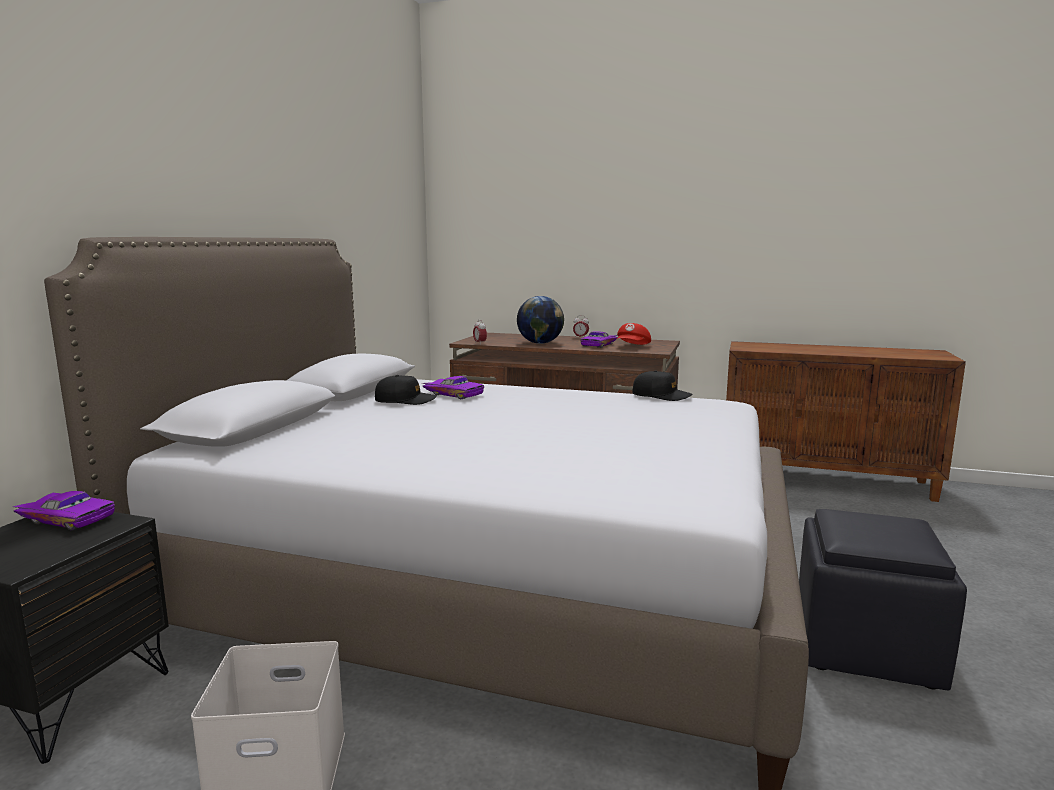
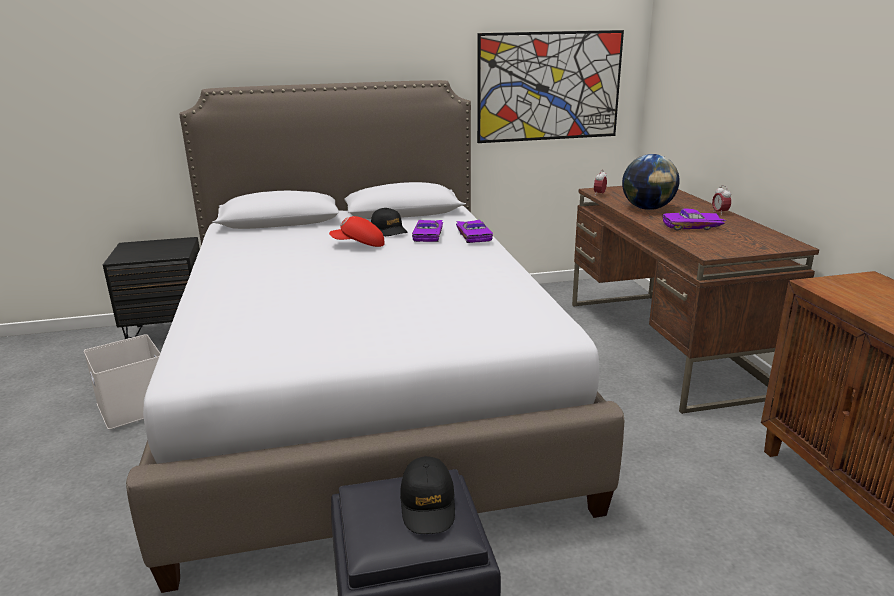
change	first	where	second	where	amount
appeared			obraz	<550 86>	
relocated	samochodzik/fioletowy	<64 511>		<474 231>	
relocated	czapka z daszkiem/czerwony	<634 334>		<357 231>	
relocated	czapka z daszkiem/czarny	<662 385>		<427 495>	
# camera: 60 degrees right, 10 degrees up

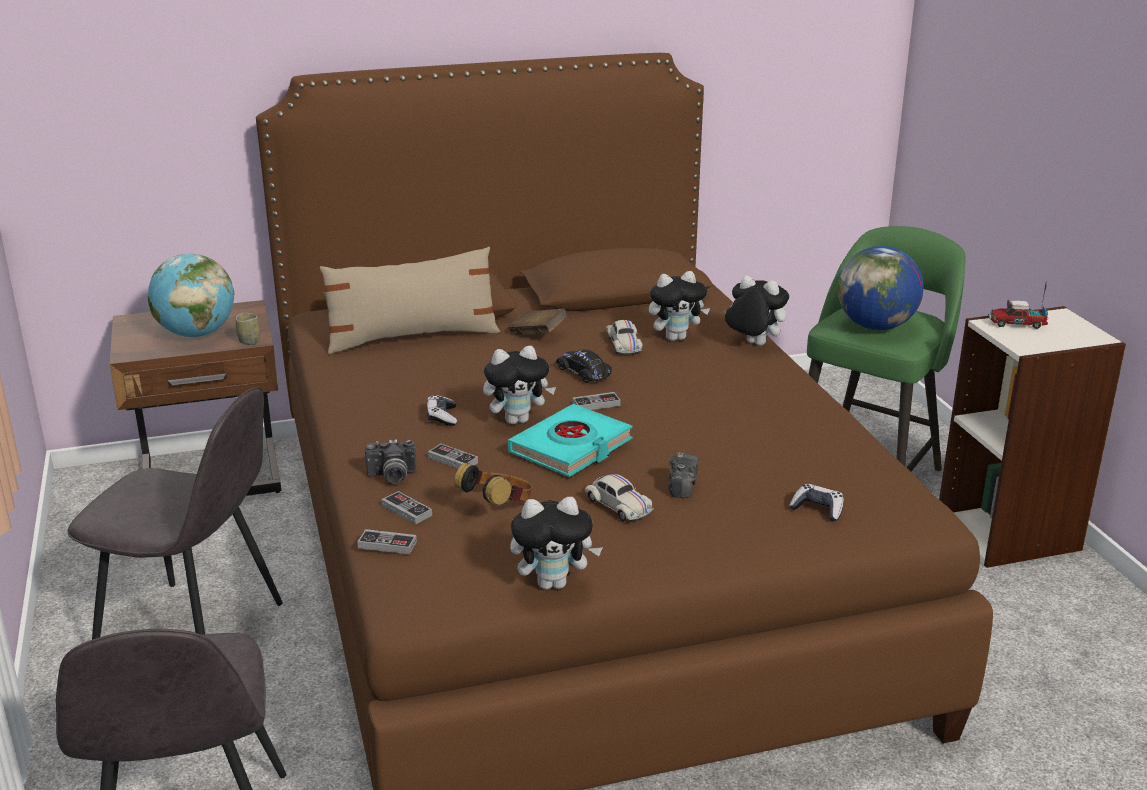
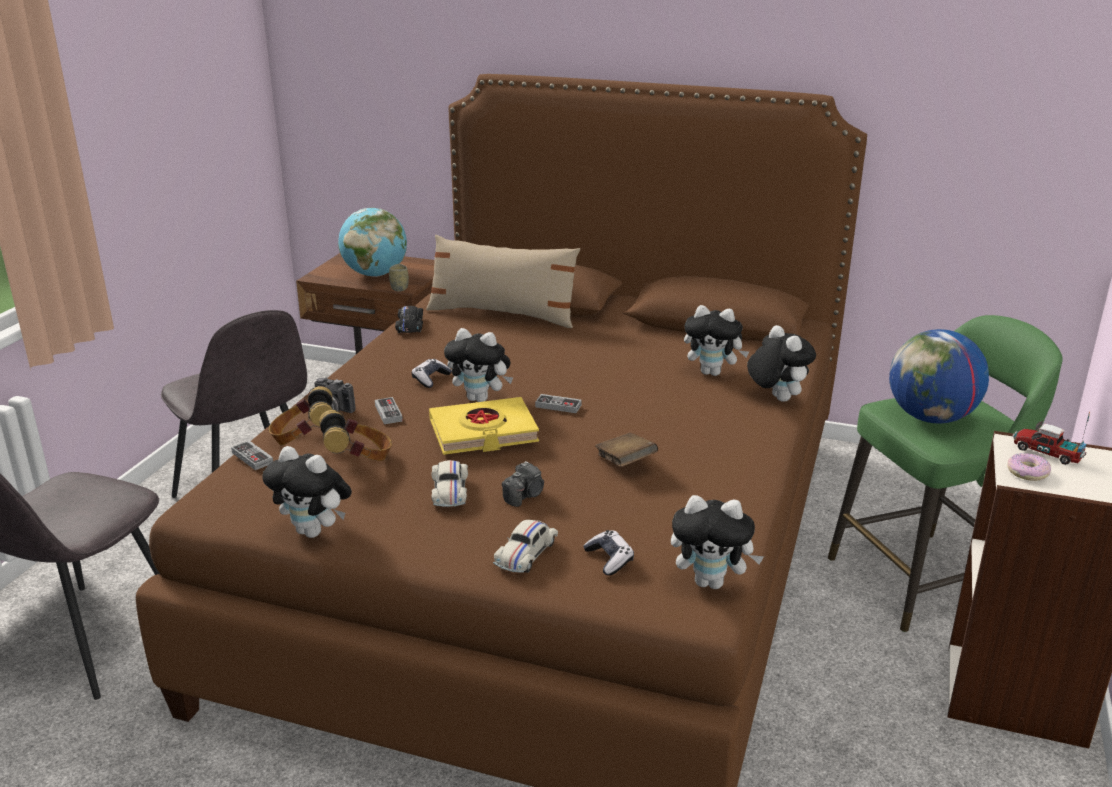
change	first	where	second	where	amount
appeared			pluszak	<717 542>	
appeared			donut	<1029 467>	
relocated	książka/brązowy	<537 322>		<626 450>	
relocated	samochodzik/czarny	<584 366>		<409 319>	
relocated	samochodzik/biały	<624 337>		<525 546>	
exchanged	pad do gier	<406 507>	słuchawki	<301 415>	
colour	książka/turkusowy	<570 440>	książka/żółty	<484 426>	
# camera: 35 degrees right, 0 degrees up

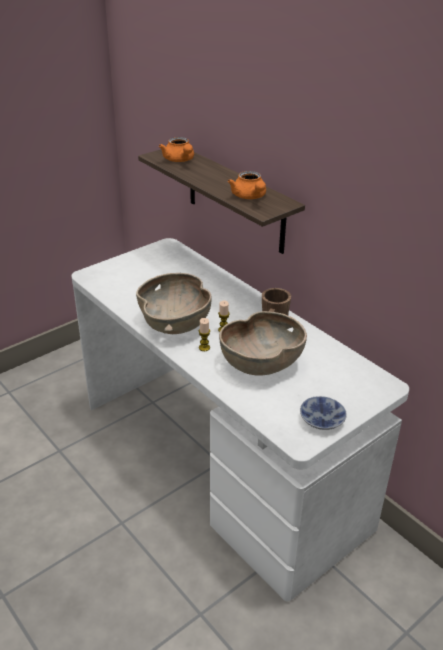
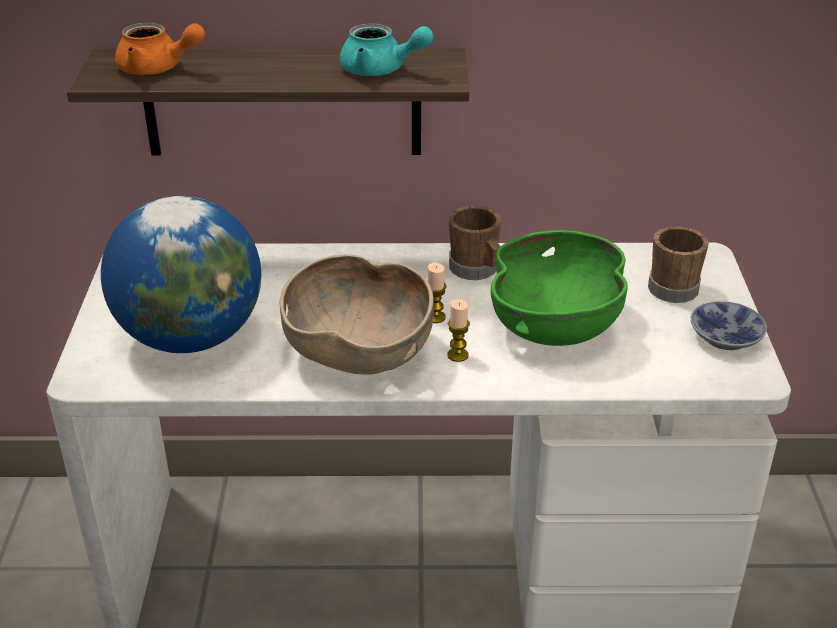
change	first	where	second	where	amount
appeared			globus	<181 274>	
appeared			kubek/brązowy	<678 264>	
colour	miska/brązowy	<263 343>	miska/zielony	<559 288>	
colour	imbryk/pomarańczowy	<247 185>	imbryk/turkusowy	<387 49>	
# camera: 50 degrees left, 0 degrees up

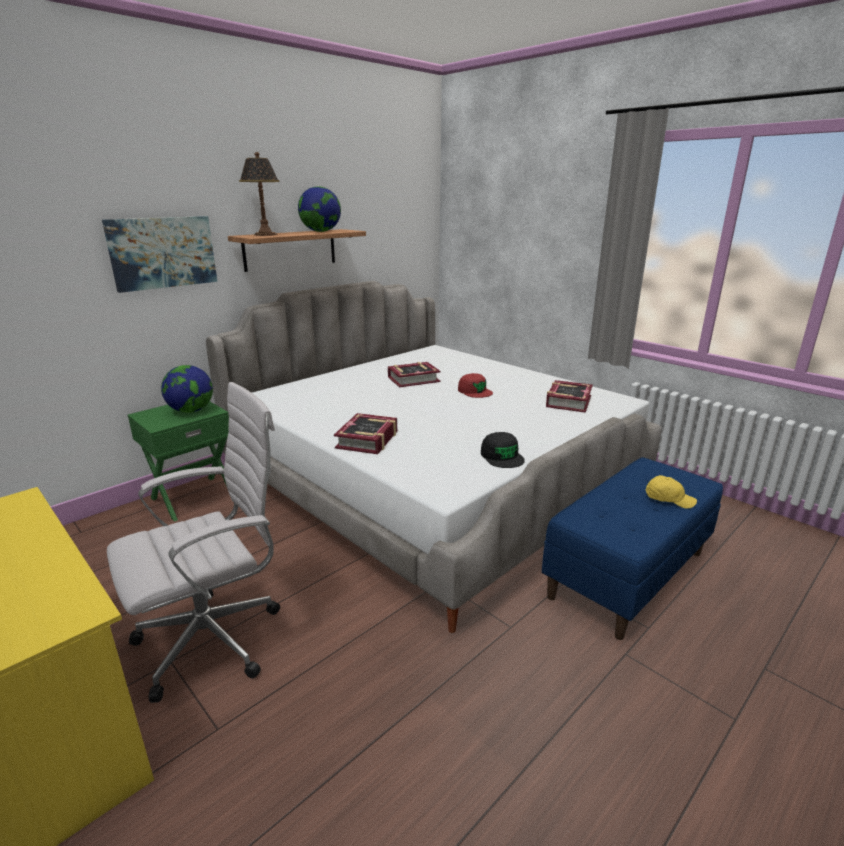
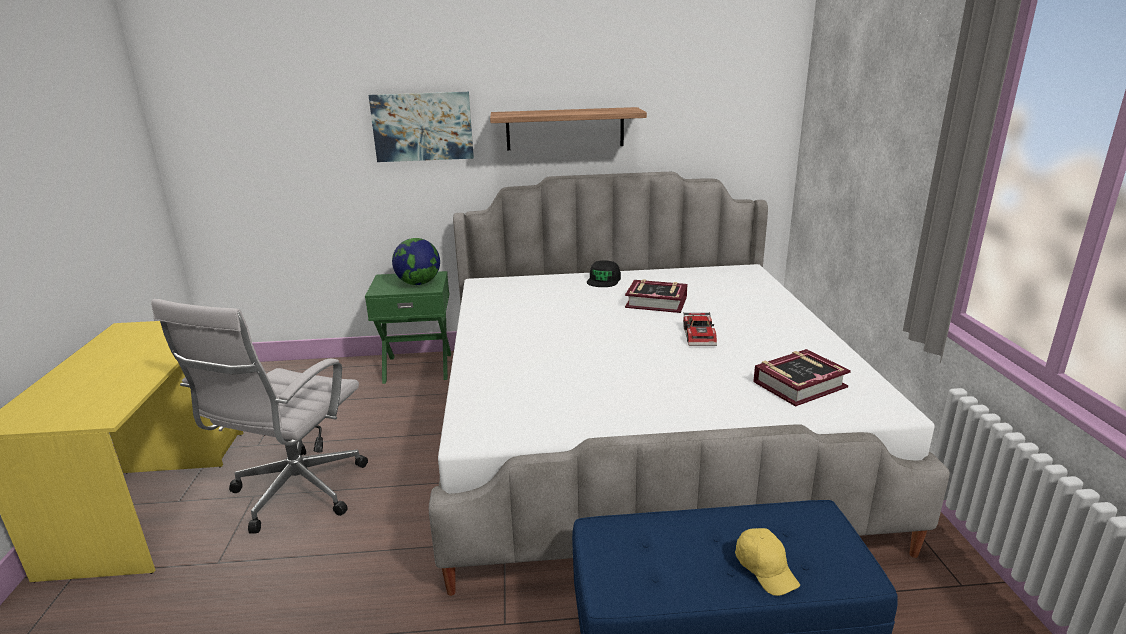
change	first	where	second	where	amount
missing	lampa stołowa	<259 194>			
missing	globus	<319 209>			
missing	książka	<365 433>			
relocated	czapka z daszkiem/czarny	<503 450>		<604 273>	
exchanged	czapka z daszkiem/czerwony	<475 385>	samochodzik	<700 329>	
spun	krzesło biurowe/biały	<193 542>		<259 416>	105 degrees clockwise
# camera: 40 degrees right, 0 degrees up

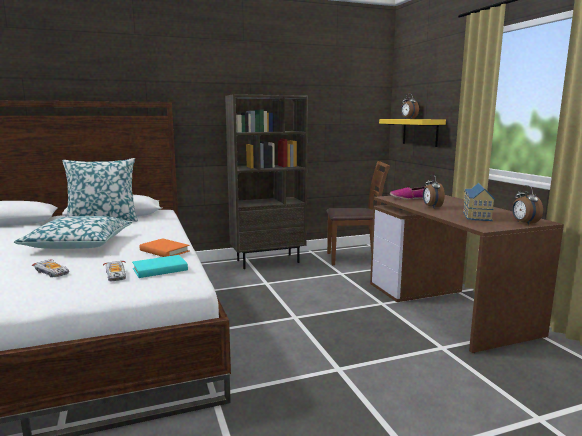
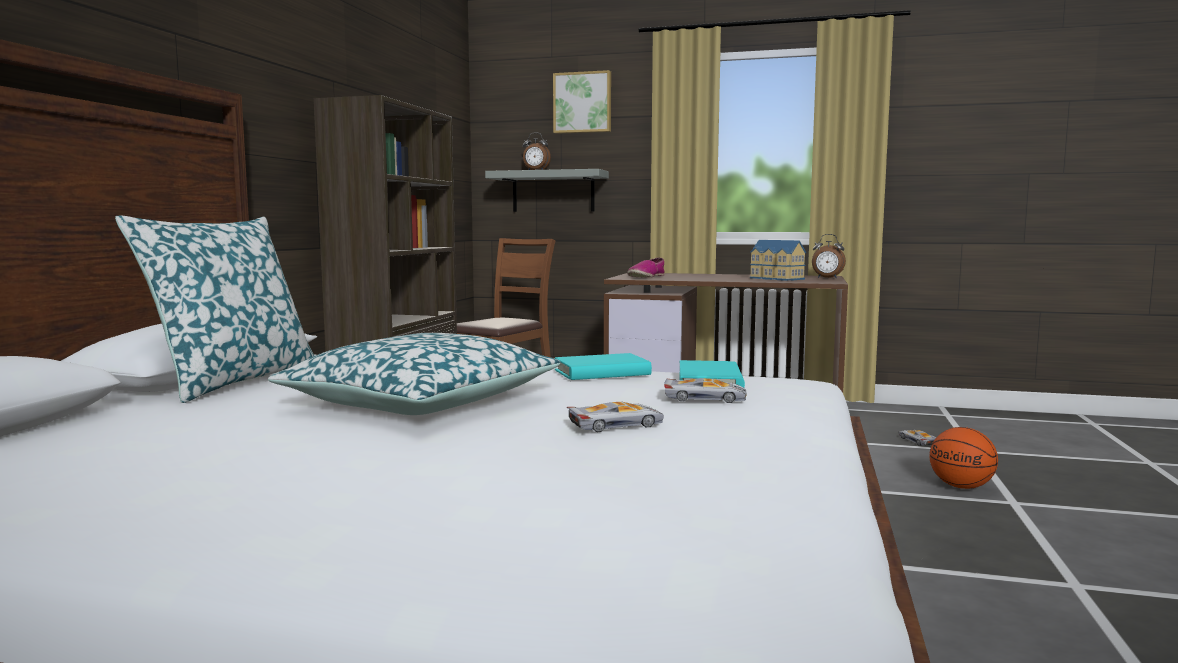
change	first	where	second	where	amount
missing	budzik	<434 191>			
appeared			obraz	<582 102>	
appeared			samochodzik	<917 438>	
appeared			piłka do koszykówki	<963 458>	
colour	książka/pomarańczowy	<164 247>	książka/turkusowy	<603 366>	
colour	półka/żółty	<412 133>	półka/szary	<547 190>	
# camera: 55 degrees left, 5 degrees down

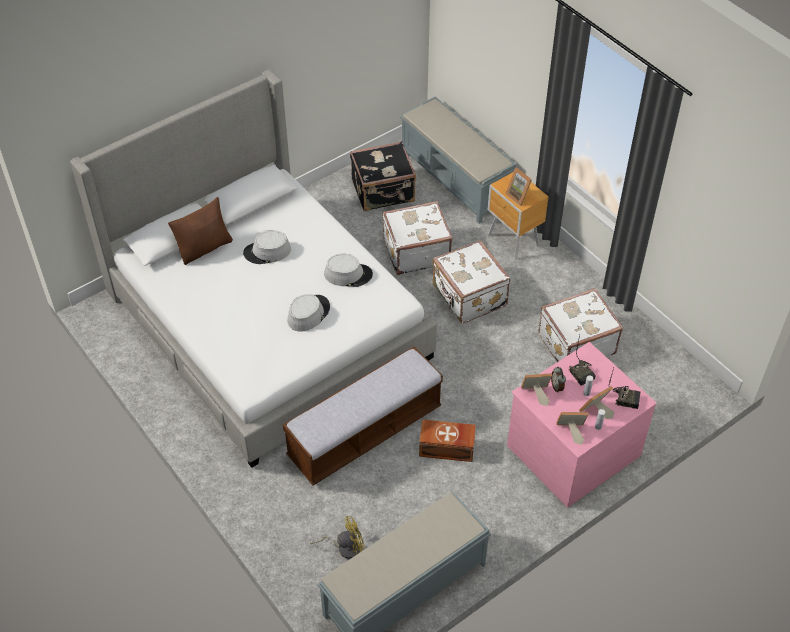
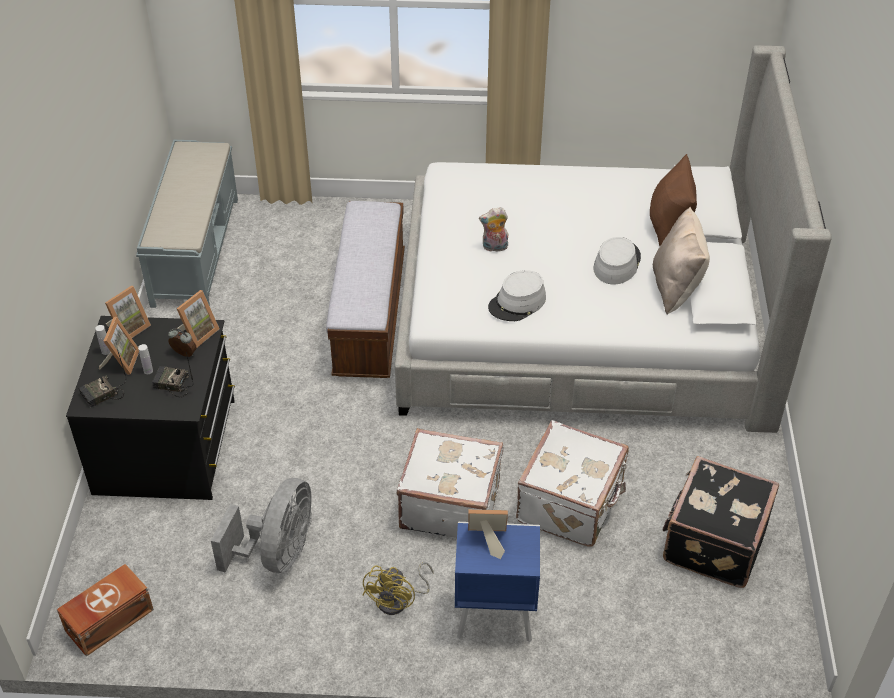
change	first	where	second	where	amount
missing	ławka/szary	<458 160>			
appeared			poduszka/beżowy	<681 260>	
relocated	wentylator/żółty	<337 537>		<398 588>	
relocated	pojemnik do przechowywania/brązowy	<447 440>		<105 610>	
exchanged	kapelusz/szary	<308 313>	pluszak	<493 229>	
exchanged	walizka/biały	<581 325>	wentylator/szary	<261 525>	
colour	szafka nocna/brązowy	<518 215>	szafka nocna/niebieski	<497 582>	
colour	komoda/różowy	<582 424>	komoda/czarny	<150 408>	
# camera: 130 degrees right, 5 degrees down

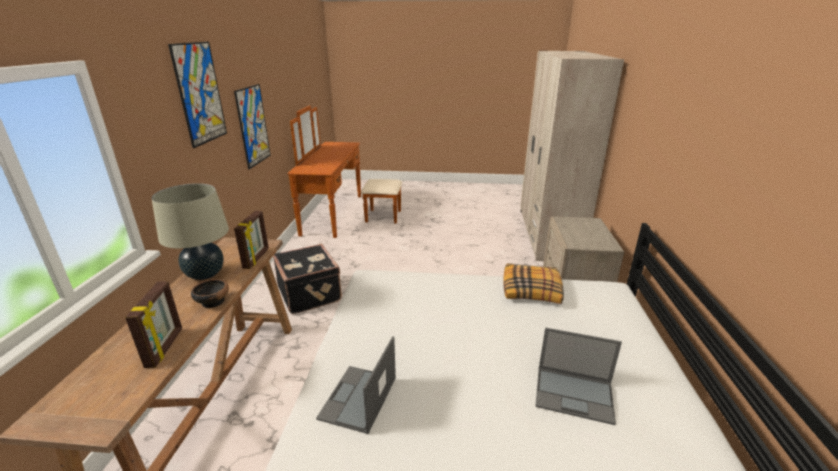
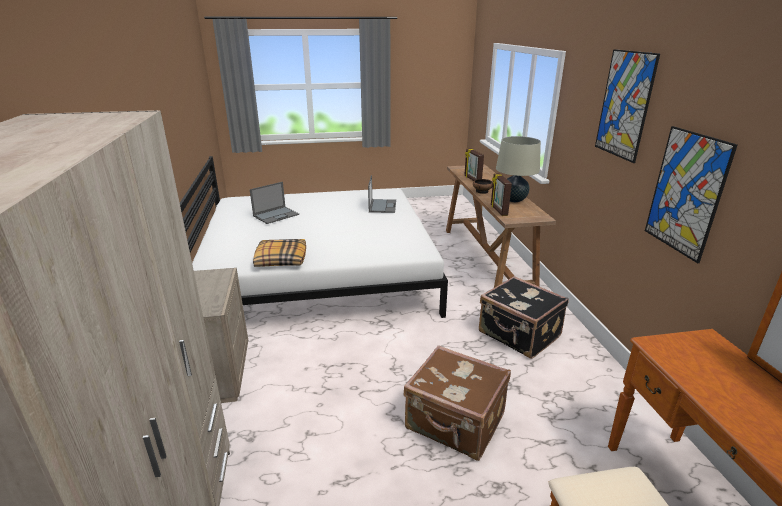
change	first	where	second	where	amount
appeared			walizka/brązowy	<457 403>	
spun	laptop	<578 376>		<274 203>	135 degrees clockwise
# camera: 165 degrees right, 0 degrees up

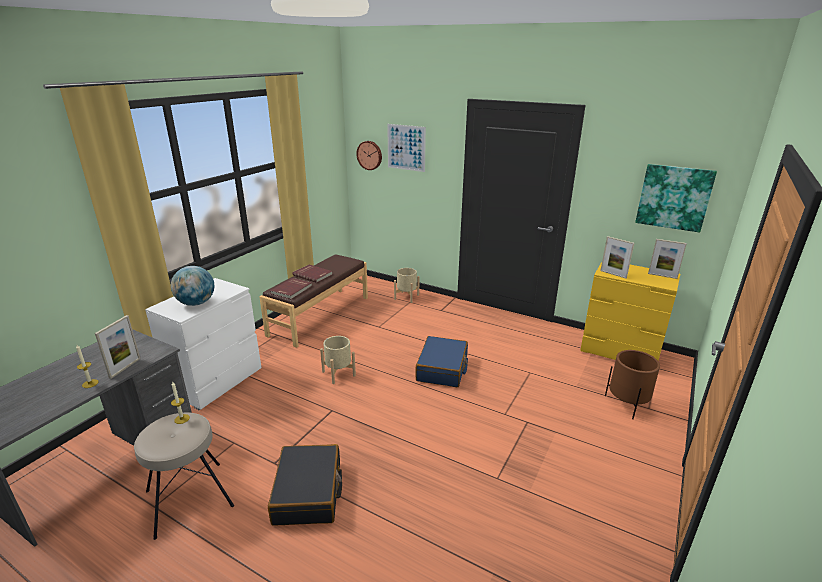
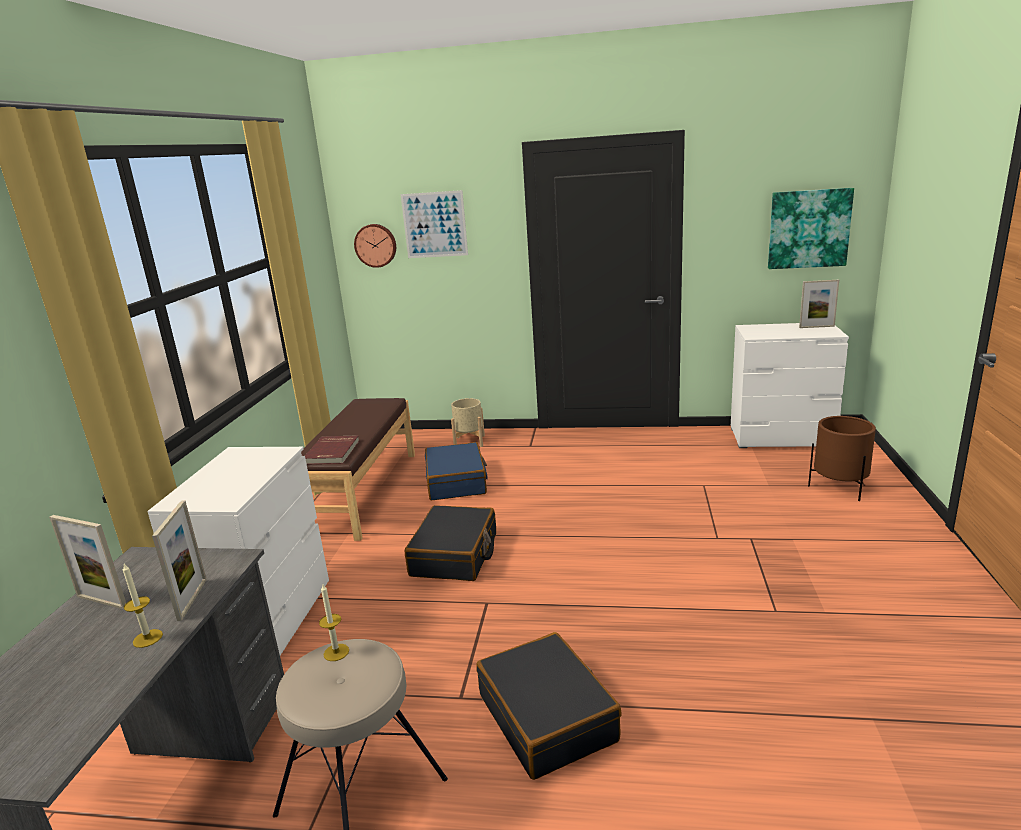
change	first	where	second	where	amount
missing	globus	<192 286>			
missing	książka/czerwony	<313 274>			
relocated	walizka/niebieski	<442 361>		<456 471>	
relocated	ramka na zdjęcie	<617 257>		<87 562>	
exchanged	donica/beżowy	<338 360>	walizka/czarny	<450 543>	
colour	komoda/żółty	<630 311>	komoda/biały	<790 385>	
# camera: 20 degrees left, 5 degrees down

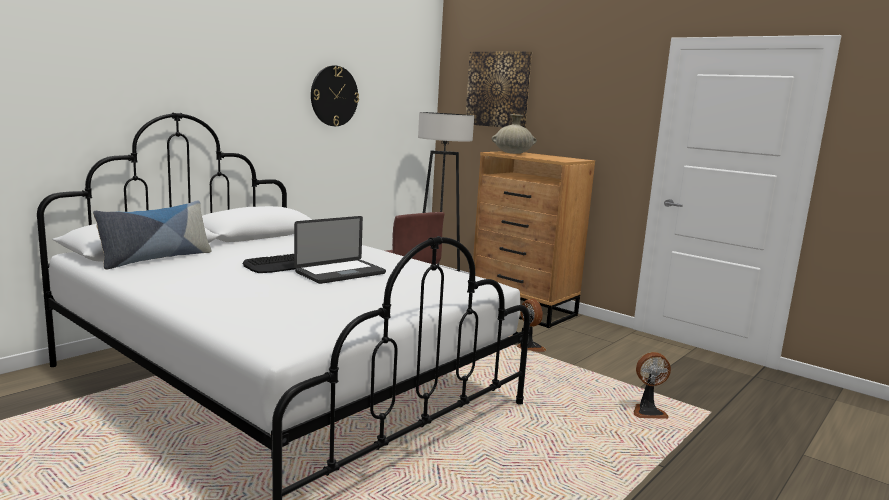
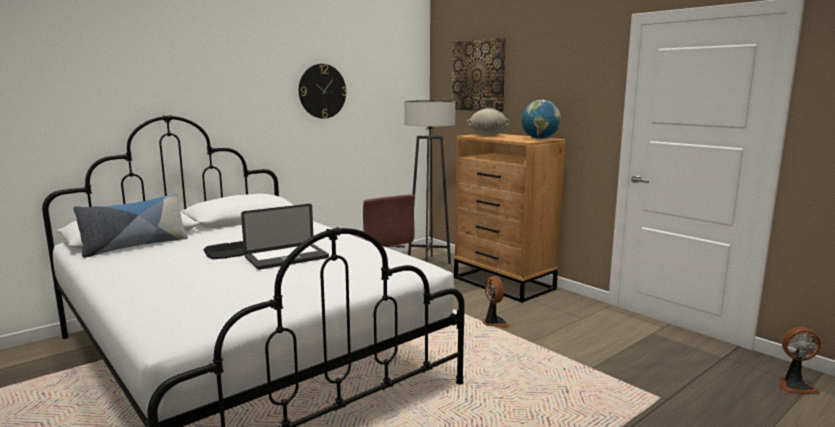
change	first	where	second	where	amount
appeared			globus	<541 119>	
relocated	wentylator	<652 385>		<800 360>	
# camera: 10 degrees right, 0 degrees up

